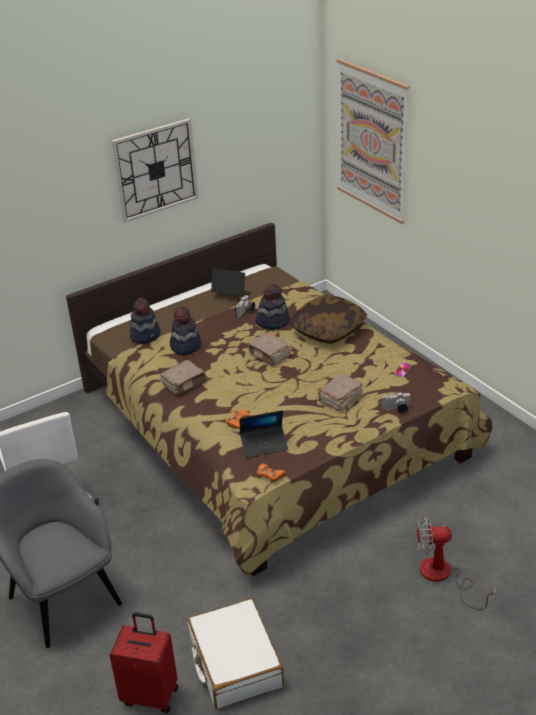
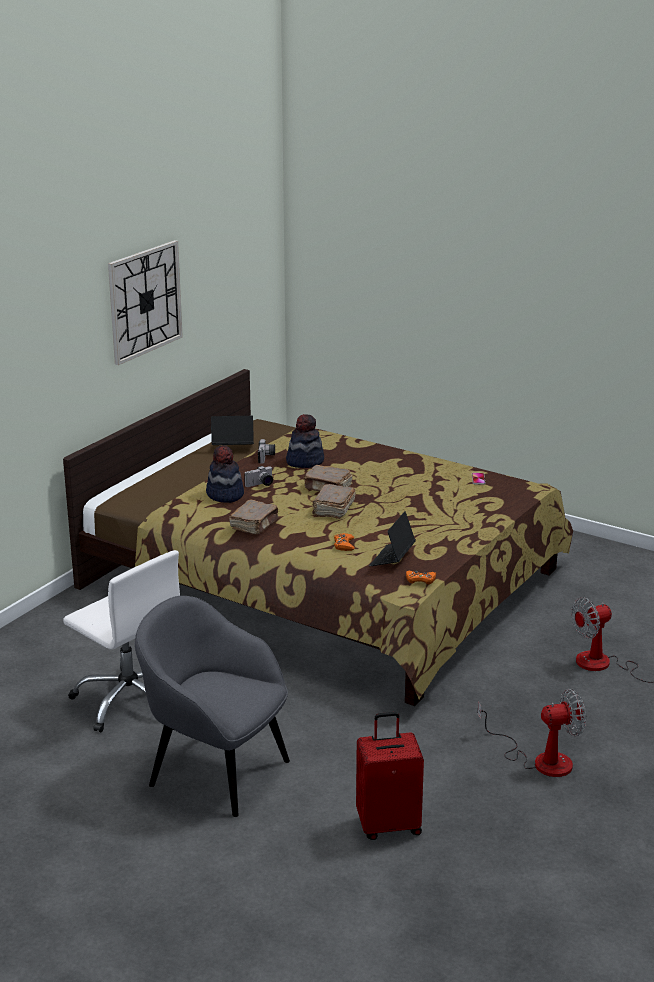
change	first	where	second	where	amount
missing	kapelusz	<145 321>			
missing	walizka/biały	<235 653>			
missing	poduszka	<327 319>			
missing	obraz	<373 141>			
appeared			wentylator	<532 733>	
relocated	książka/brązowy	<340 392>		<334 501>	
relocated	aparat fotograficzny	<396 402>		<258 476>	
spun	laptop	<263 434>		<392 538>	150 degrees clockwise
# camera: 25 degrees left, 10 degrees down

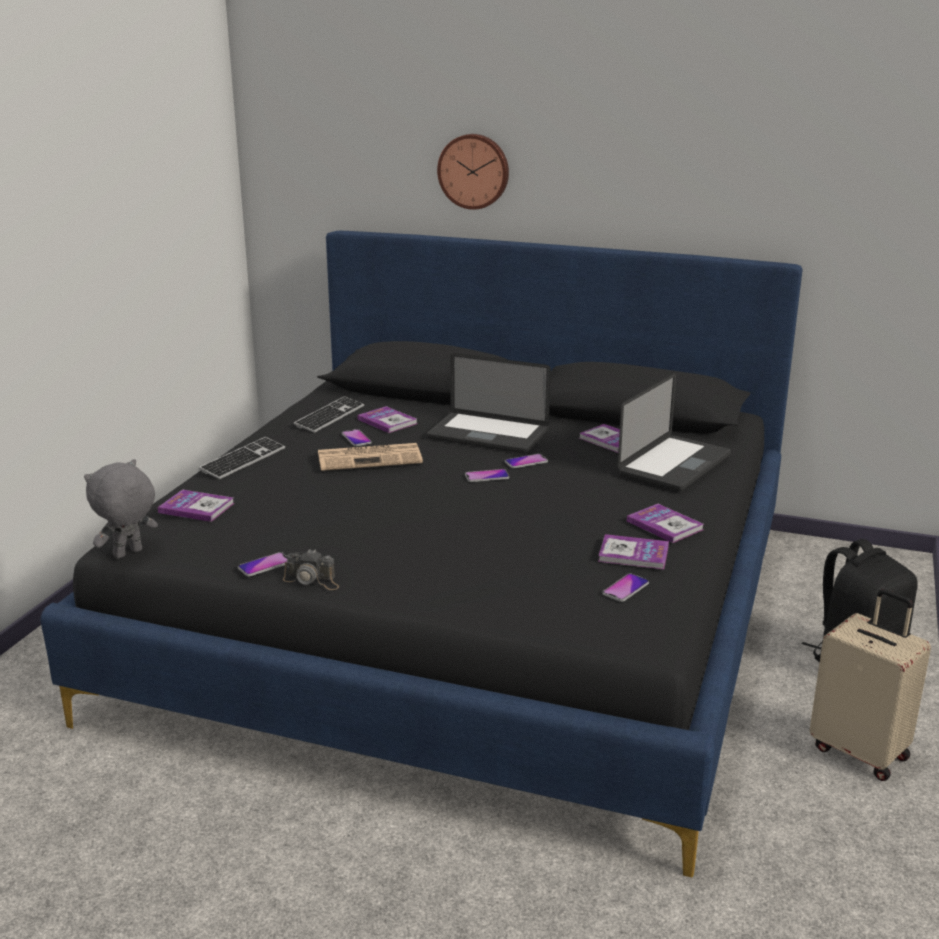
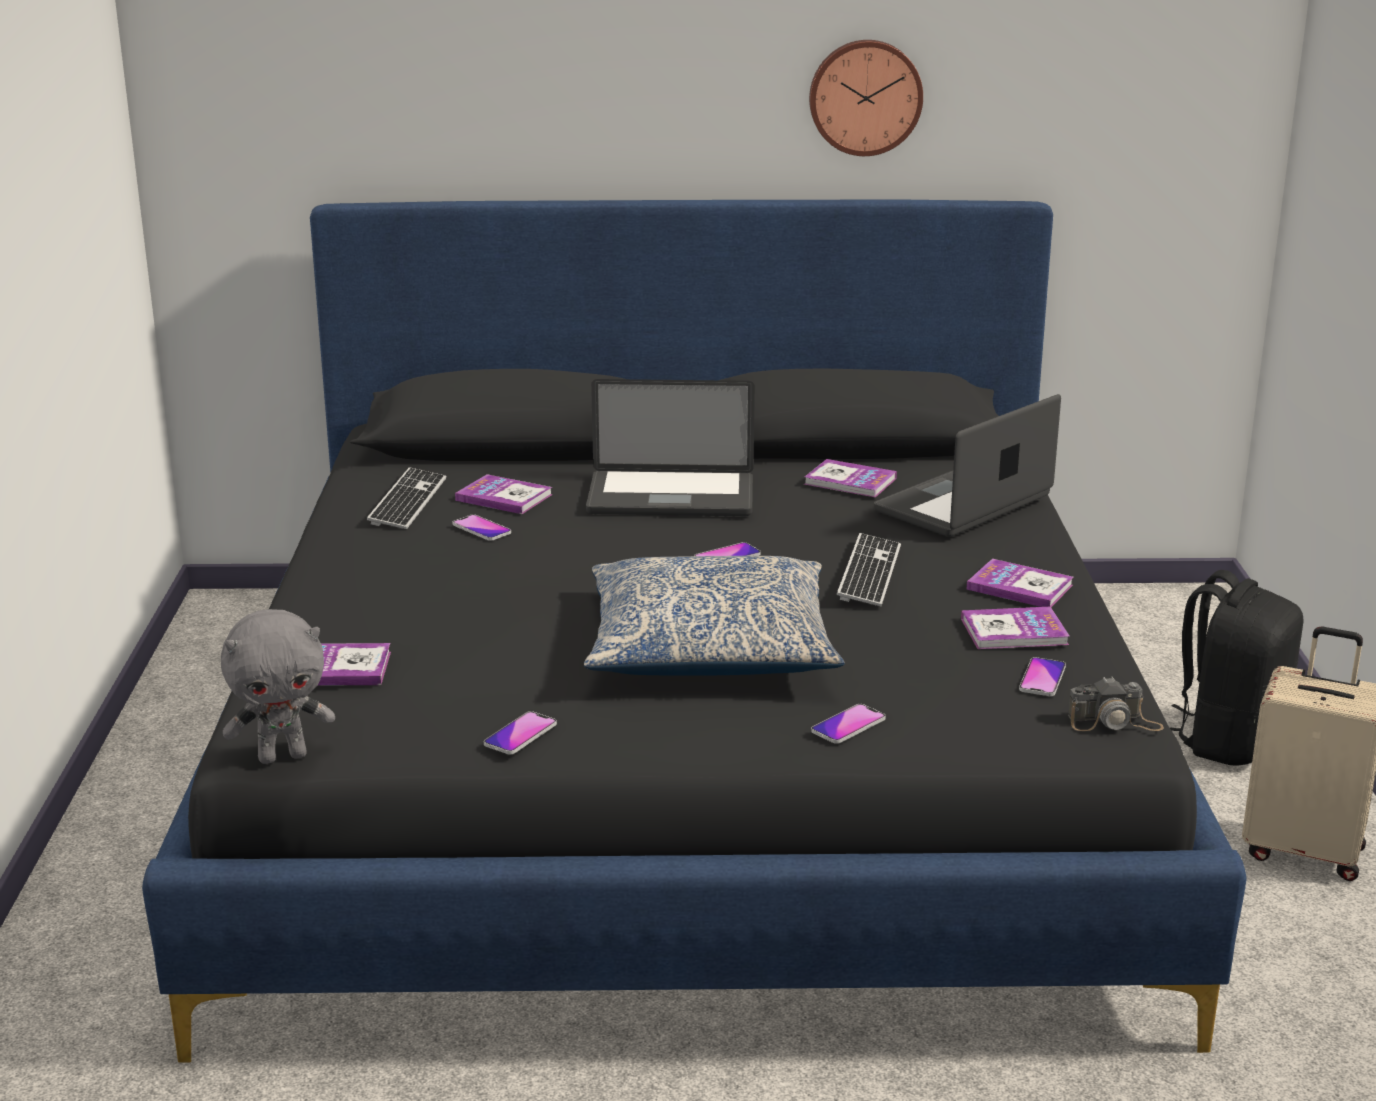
change	first	where	second	where	amount
missing	gazeta	<370 457>			
appeared			poduszka	<714 616>	
relocated	klawiatura	<242 458>		<869 569>	
relocated	aparat fotograficzny	<311 570>		<1116 704>	
relocated	zegar ścienny	<473 172>		<866 98>	
relocated	telefon	<526 461>		<848 724>	
spun	pluszak/szary	<121 509>		<278 686>	135 degrees counterclockwise
spun	laptop	<674 432>		<967 465>	150 degrees counterclockwise
# camera: 20 degrees left, 0 degrees up

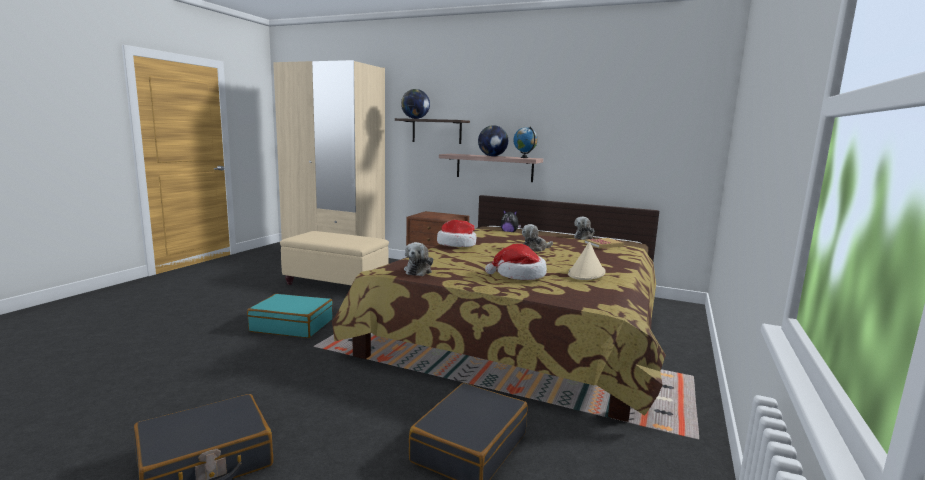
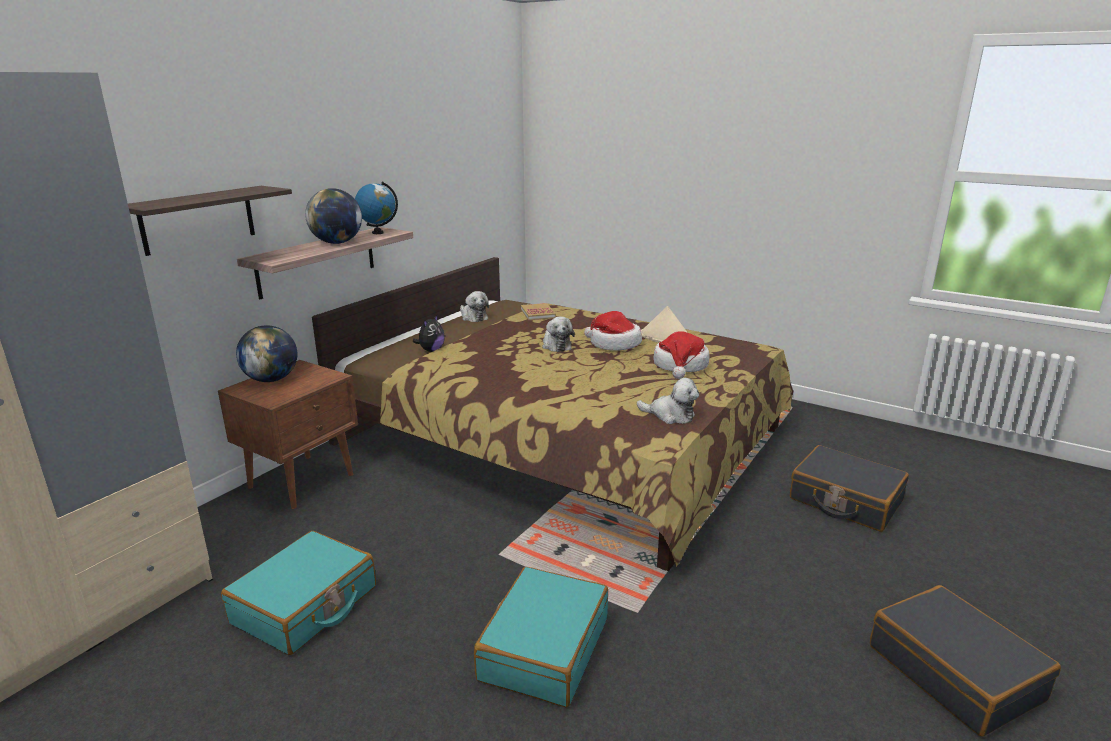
change	first	where	second	where	amount
relocated	globus	<415 104>		<266 353>	
relocated	kapelusz	<457 233>		<613 331>	
exchanged	pufa/beżowy	<334 258>	walizka/turkusowy	<298 593>	
# camera: 80 degrees left, 10 degrees up

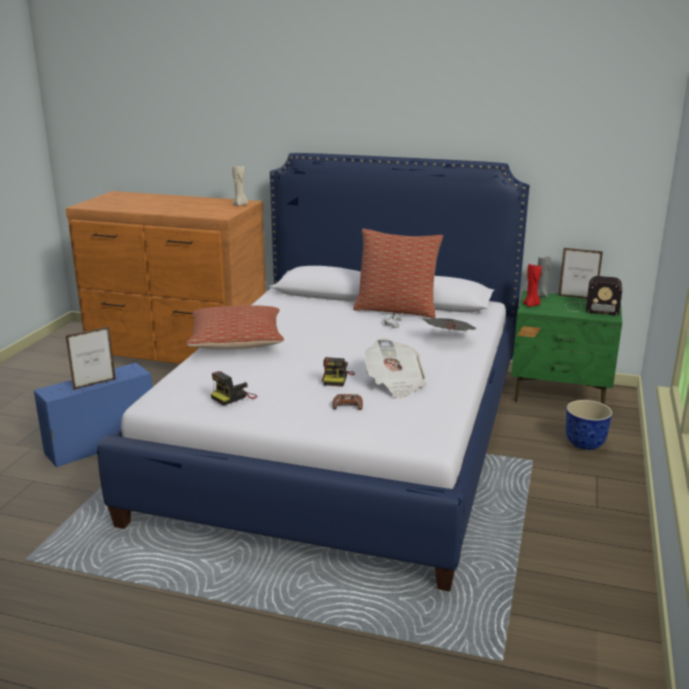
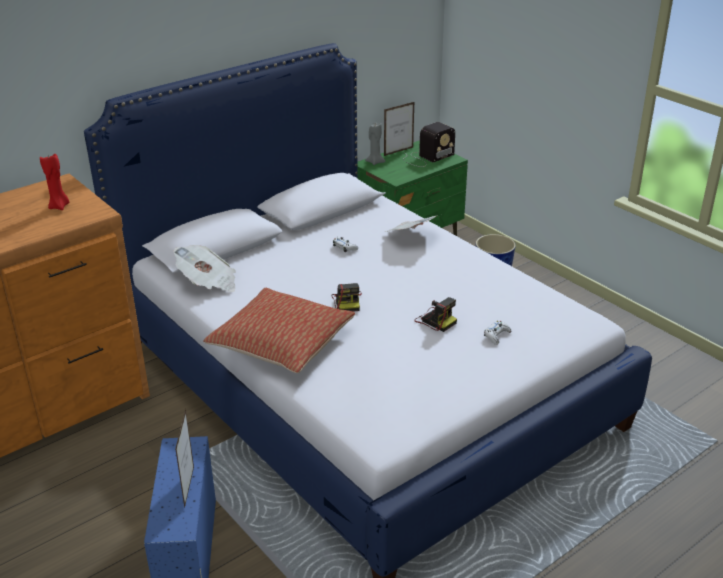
change	first	where	second	where	amount
missing	świeca/beżowy	<240 186>			
missing	poduszka	<398 273>			
relocated	aparat fotograficzny	<234 388>		<346 297>	
relocated	gazeta	<396 368>		<204 268>	
relocated	świeca/czerwony	<532 285>		<54 182>	
colour	pad do gier/brązowy	<347 402>	pad do gier/biały	<497 333>	
# camera: 55 degrees left, 10 degrees up

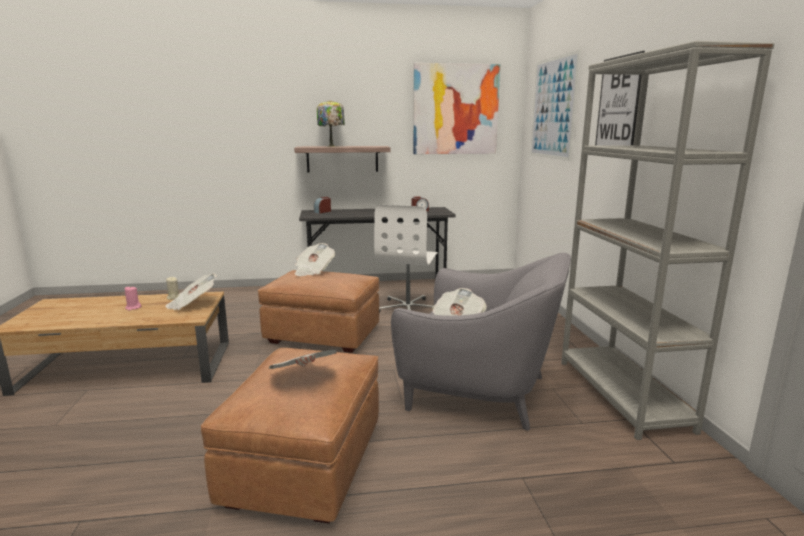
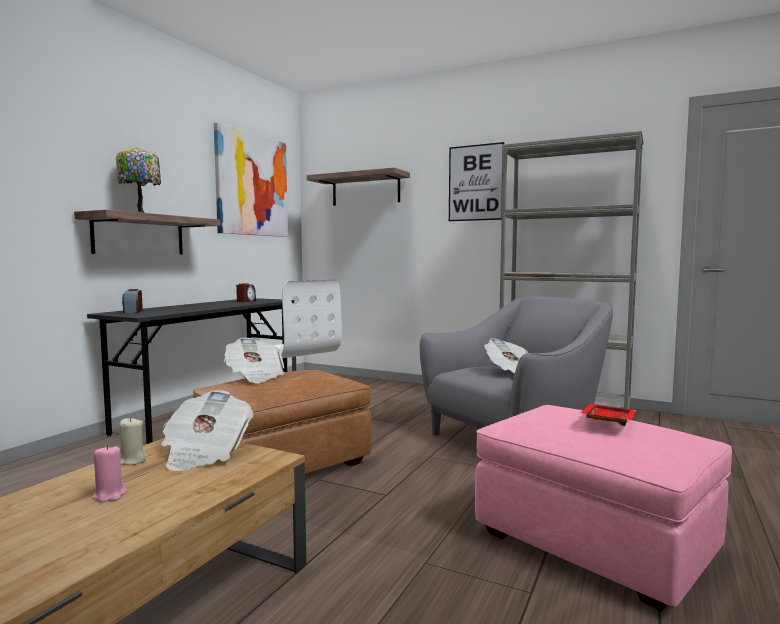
change	first	where	second	where	amount
exchanged	gazeta	<303 359>	taca/czerwony	<608 414>	
exchanged	obraz	<555 105>	półka	<358 186>	
colour	pufa/brązowy	<290 435>	pufa/różowy	<603 508>	
# camera: 55 degrees left, 10 degrees down

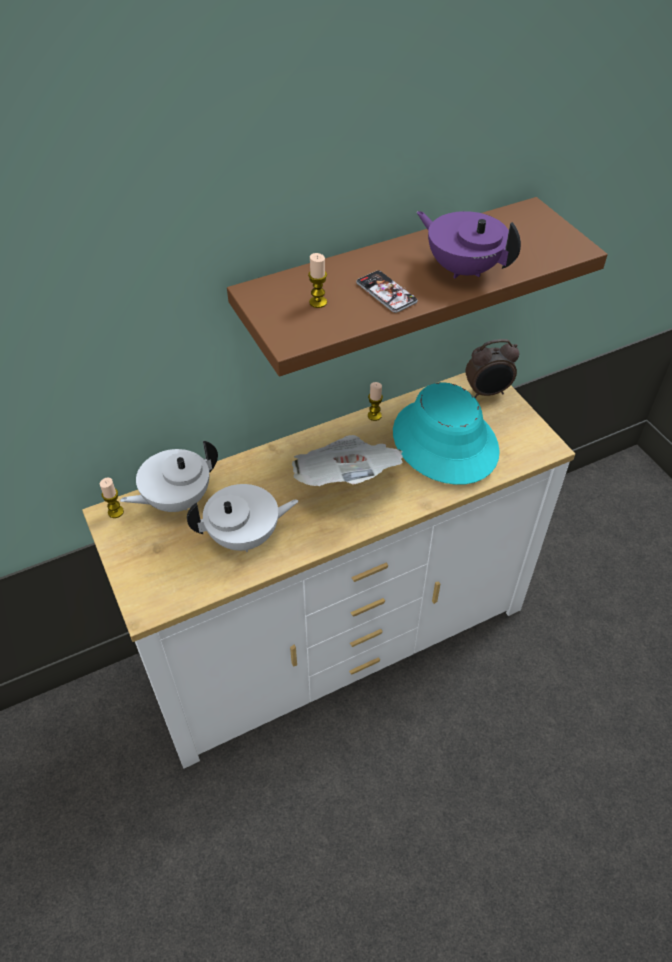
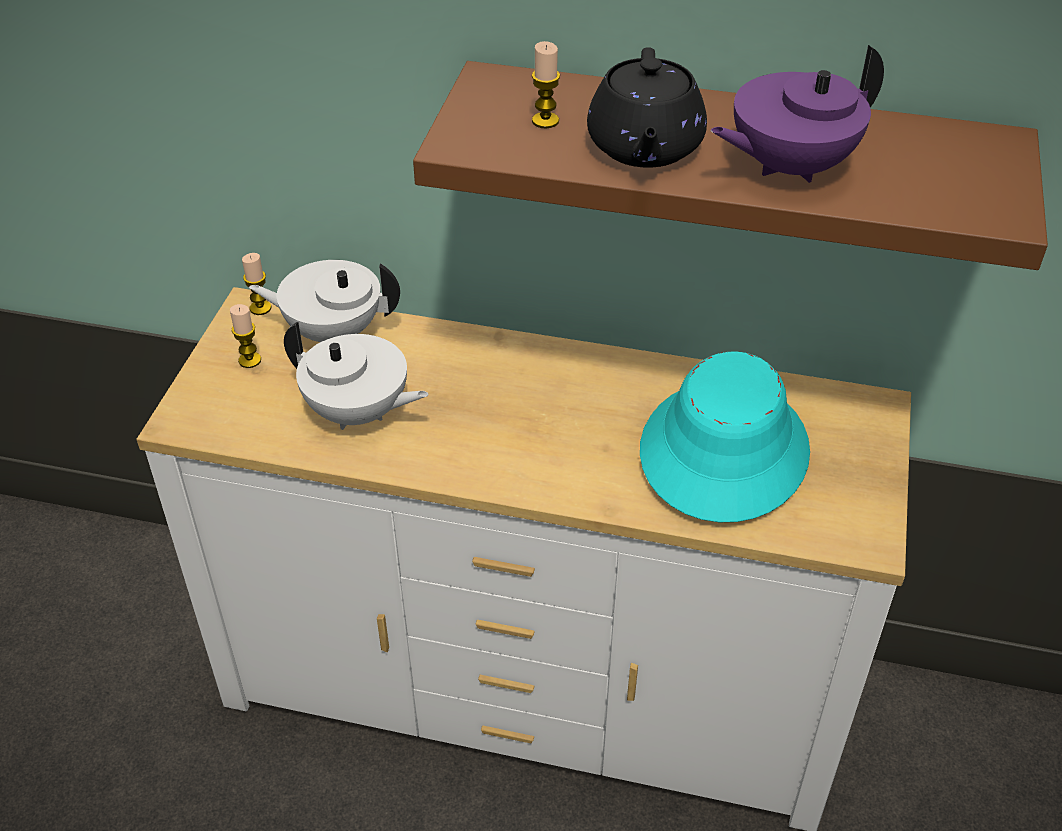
change	first	where	second	where	amount
missing	gazeta	<347 460>			
missing	budzik	<492 368>			
relocated	świeca	<375 401>		<245 336>	
exchanged	telefon	<387 291>	imbryk/czarny	<647 107>	
spun	imbryk/fioletowy	<469 245>		<797 114>	105 degrees counterclockwise
# camera: 40 degrees right, 5 degrees down

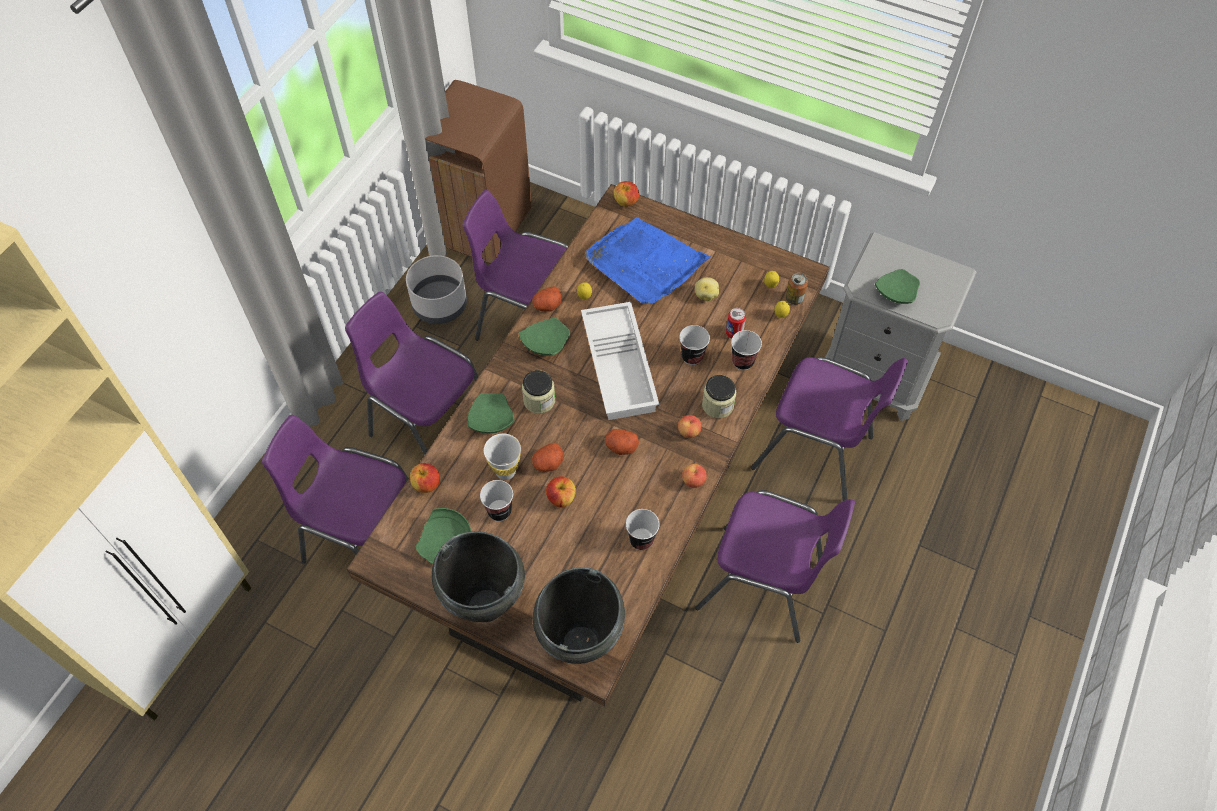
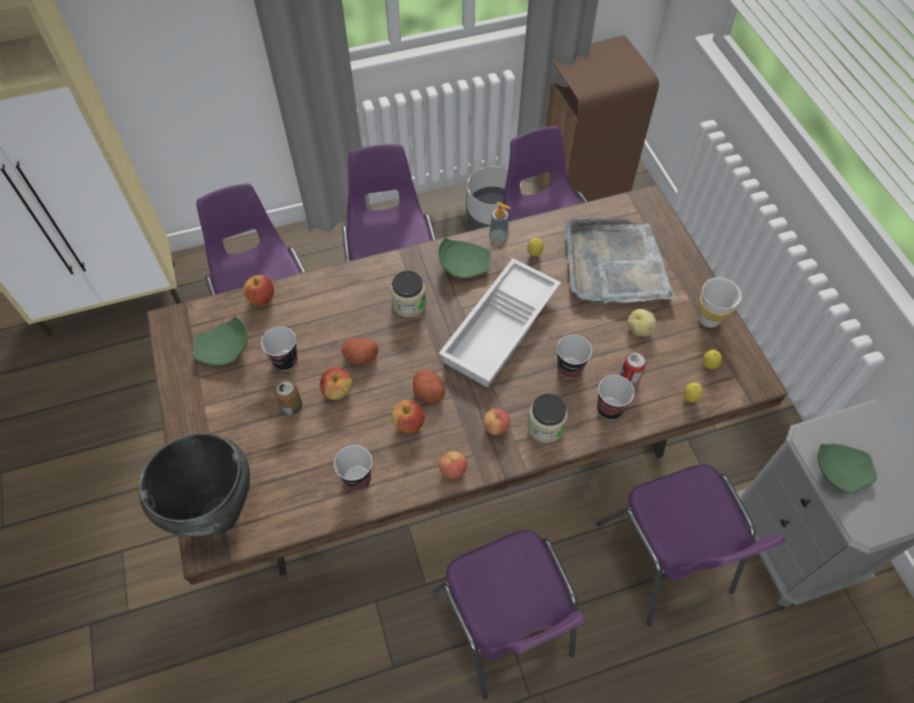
change	first	where	second	where	amount
missing	garnek/czarny	<478 576>			
missing	talerz/zielony	<490 413>			
relocated	filiżanka/biały	<502 457>		<720 302>	
relocated	jabłko	<626 194>		<407 416>	
relocated	puszka	<797 289>		<288 397>	
exchanged	ziemniak	<547 299>	dozownik mydła	<499 223>	
colour	taca/niebieski	<648 260>	taca/szary	<621 260>	
# camera: 45 degrees right, 0 degrees up

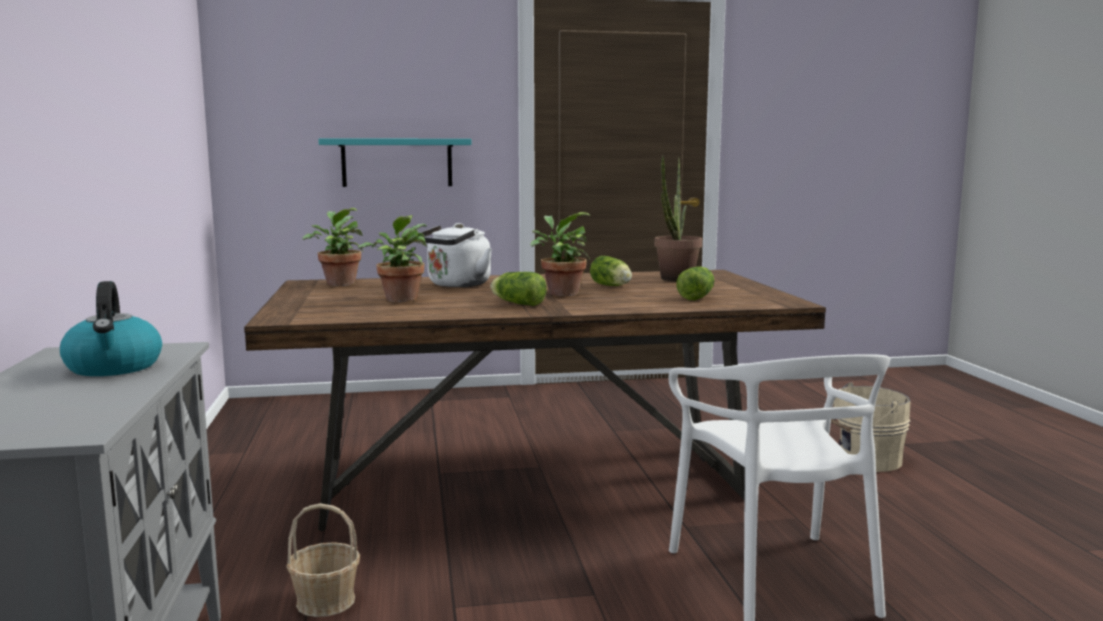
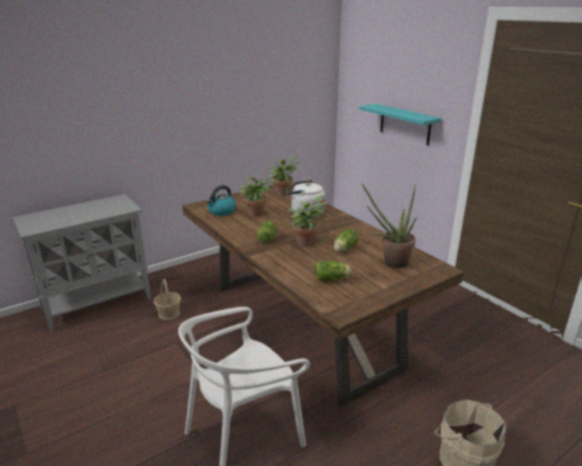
change	first	where	second	where	amount
relocated	czajnik	<111 328>		<221 200>	
# camera: 65 degrees right, 15 degrees up

